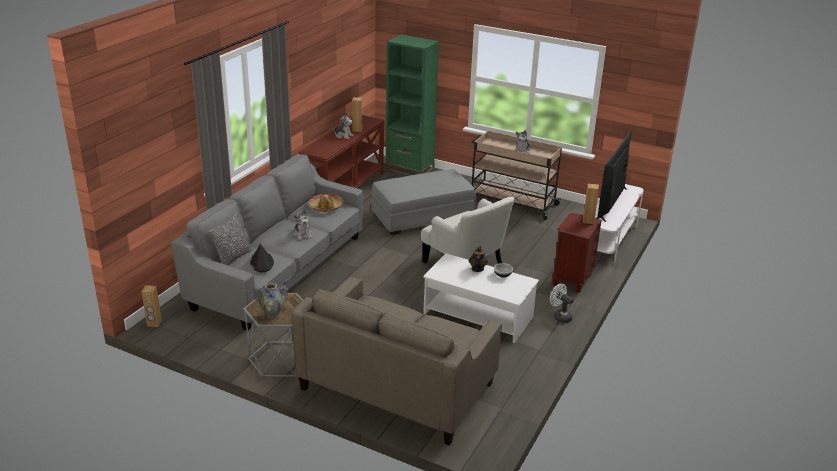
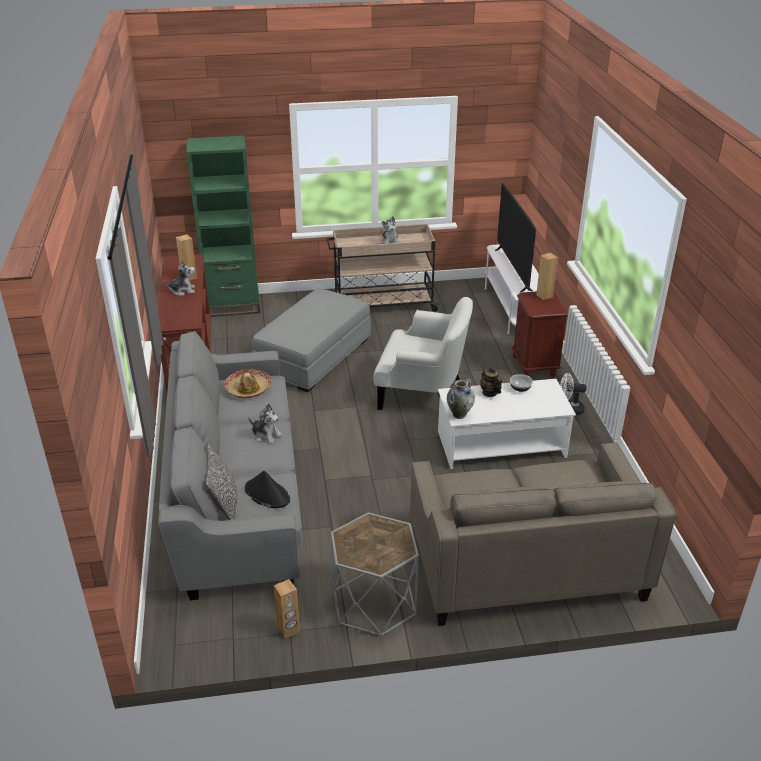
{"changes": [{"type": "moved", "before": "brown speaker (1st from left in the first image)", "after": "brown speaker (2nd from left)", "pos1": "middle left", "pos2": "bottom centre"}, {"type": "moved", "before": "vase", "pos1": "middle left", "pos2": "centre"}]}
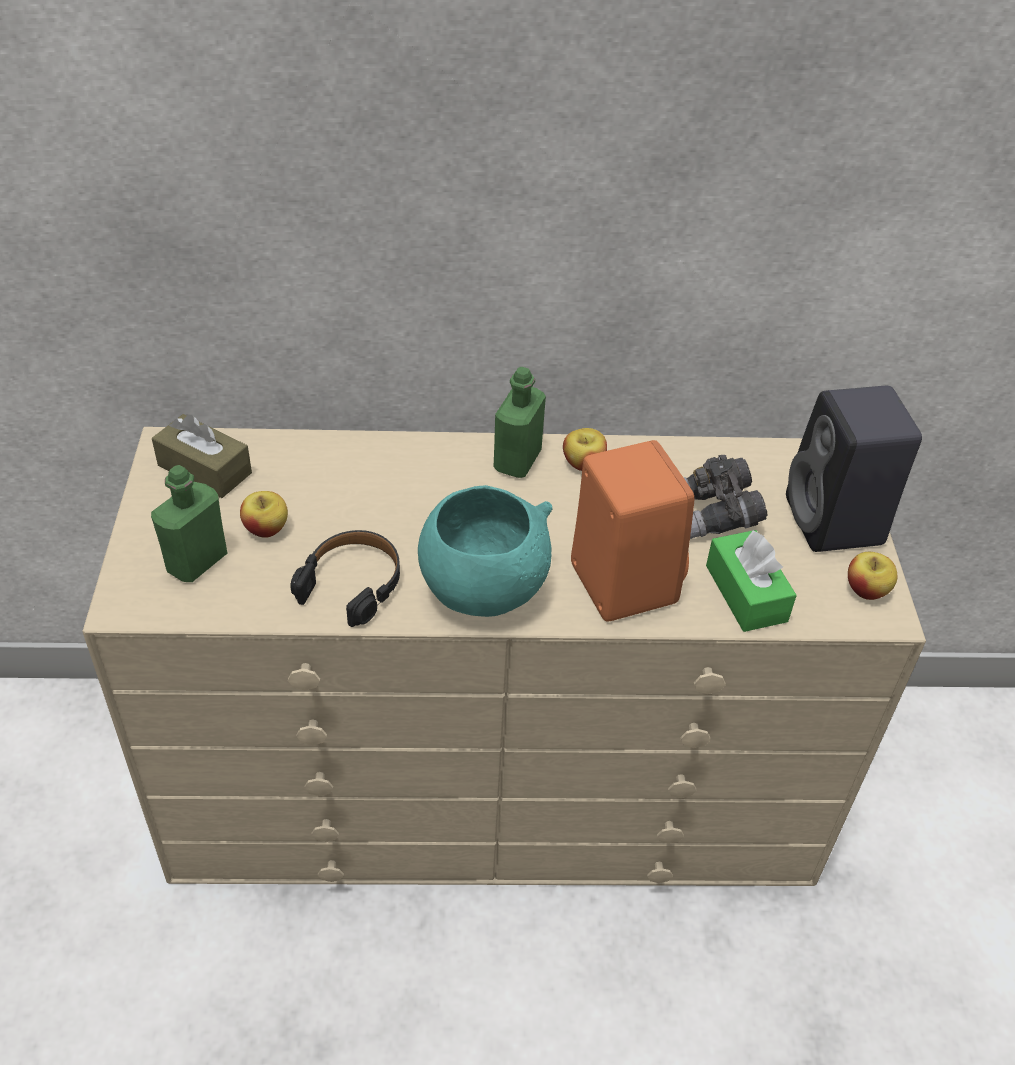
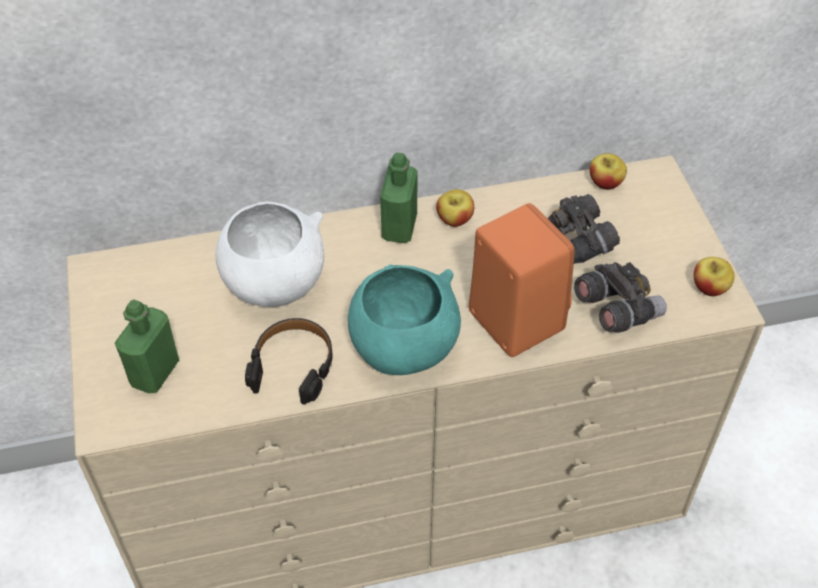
{"changes": [{"type": "added", "after": "white bowl", "pos2": "middle left"}, {"type": "replaced", "before": "green tissue box", "after": "grey binoculars (2nd from left)", "pos1": "middle right", "pos2": "middle right"}, {"type": "moved", "before": "apple (1st from left in the first image)", "after": "apple (2nd from left)", "pos1": "middle left", "pos2": "top right"}, {"type": "removed", "before": "brown tissue box", "pos1": "middle left"}, {"type": "removed", "before": "black speaker", "pos1": "middle right"}]}
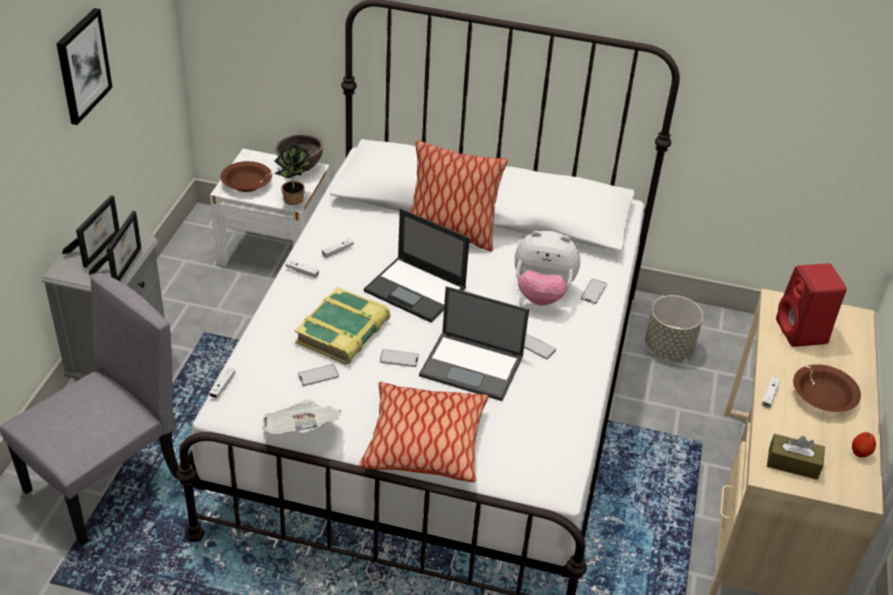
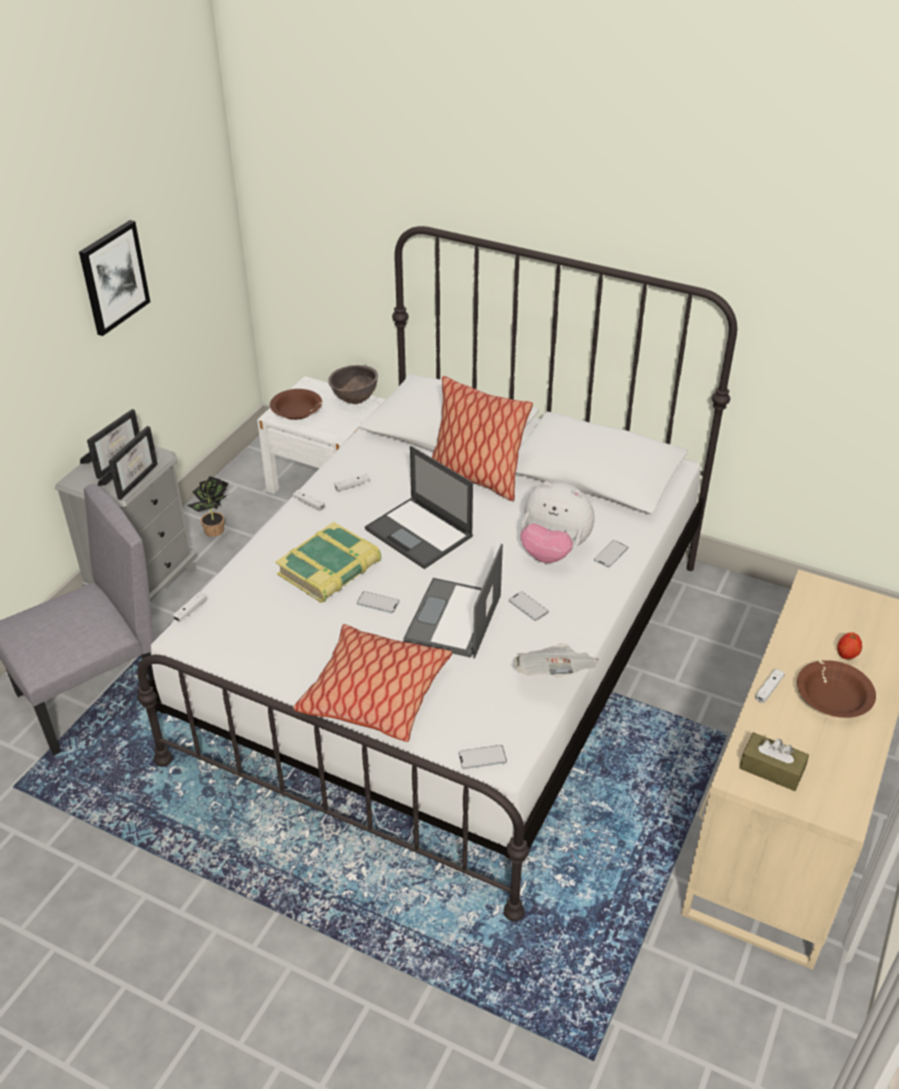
{"changes": [{"type": "moved", "before": "potted plant", "pos1": "top left", "pos2": "middle left"}, {"type": "turned", "before": "laptop (2nd from left)", "pos1": "centre", "pos2": "centre", "turn": 75}, {"type": "moved", "before": "phone (1st from left in the first image)", "after": "phone (2nd from left)", "pos1": "centre", "pos2": "bottom centre"}, {"type": "moved", "before": "newspaper", "pos1": "bottom centre", "pos2": "centre"}, {"type": "moved", "before": "apple", "pos1": "bottom right", "pos2": "middle right"}, {"type": "removed", "before": "grey planter", "pos1": "middle right"}, {"type": "removed", "before": "red speaker", "pos1": "middle right"}]}
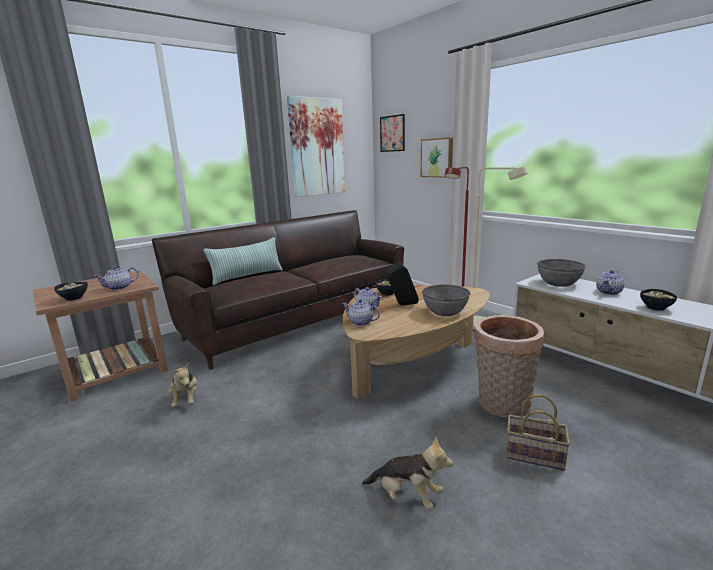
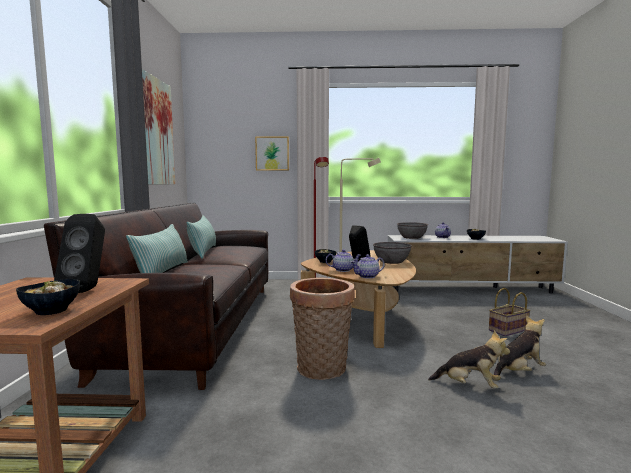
{"changes": [{"type": "replaced", "before": "teapot (1st from left)", "after": "black speaker (1st from left)", "pos1": "middle left", "pos2": "middle left"}, {"type": "added", "after": "pillow (2nd from left)", "pos2": "middle left"}, {"type": "moved", "before": "basket (1st from left)", "pos1": "middle right", "pos2": "bottom centre"}, {"type": "moved", "before": "plush toy (1st from left)", "pos1": "bottom left", "pos2": "bottom right"}, {"type": "removed", "before": "picture (2nd from left)", "pos1": "top centre"}]}
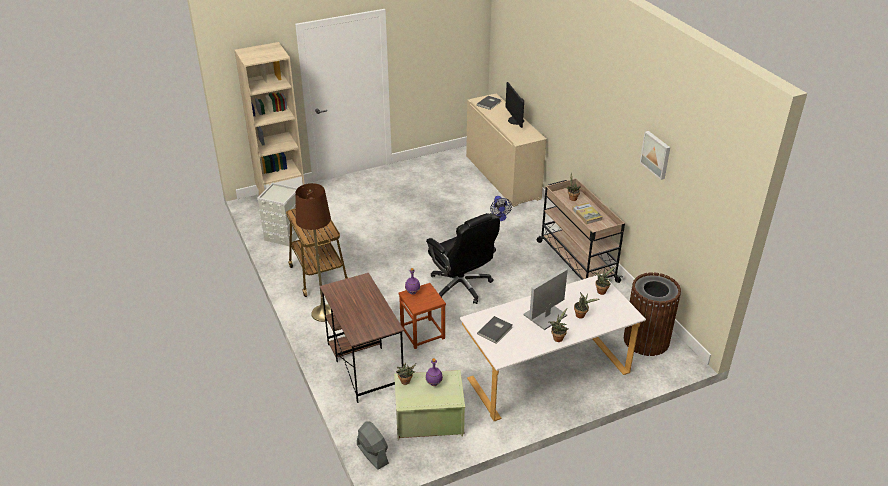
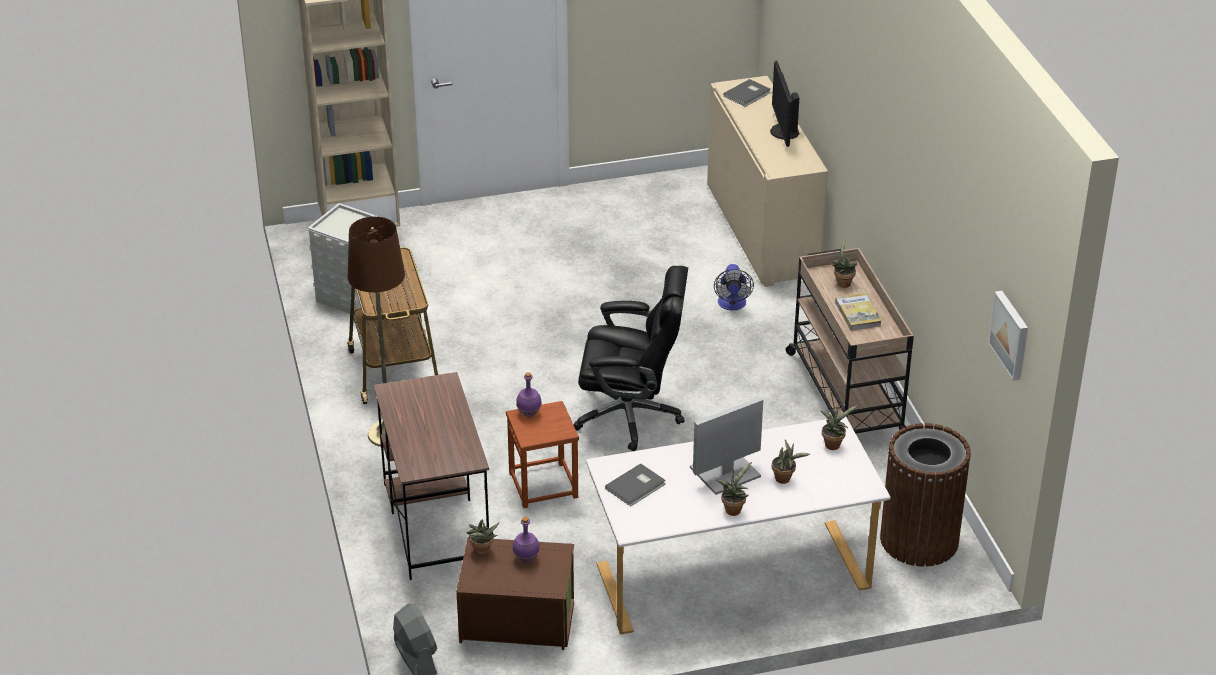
{"changes": [{"type": "recoloured", "before": "green storage box", "after": "brown storage box", "pos1": "bottom centre", "pos2": "bottom centre"}, {"type": "turned", "before": "black office chair", "pos1": "centre", "pos2": "centre", "turn": -60}, {"type": "moved", "before": "picture", "pos1": "top right", "pos2": "middle right"}]}
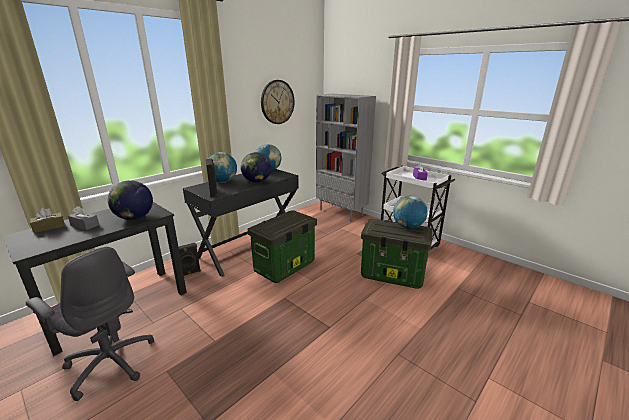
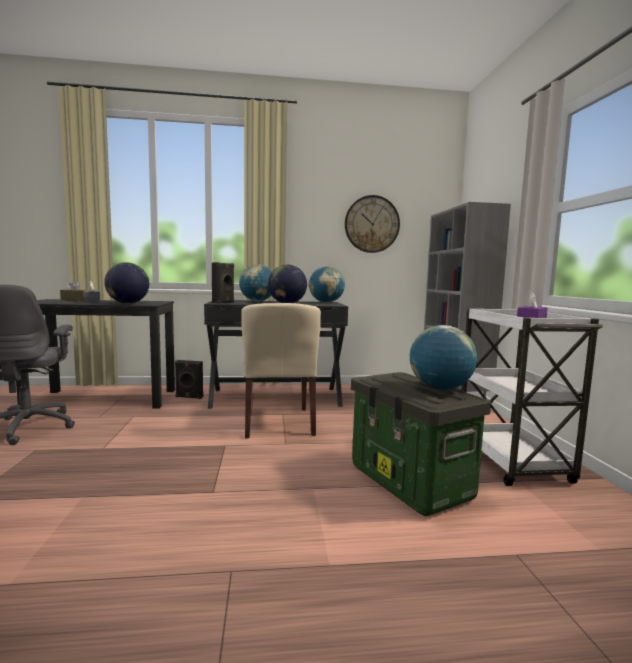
{"changes": [{"type": "replaced", "before": "storage box (1st from left)", "after": "beige chair", "pos1": "centre", "pos2": "centre"}]}
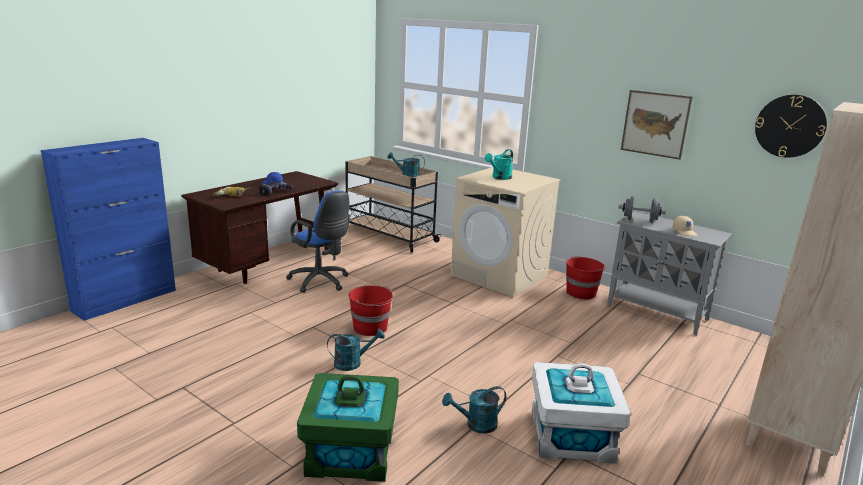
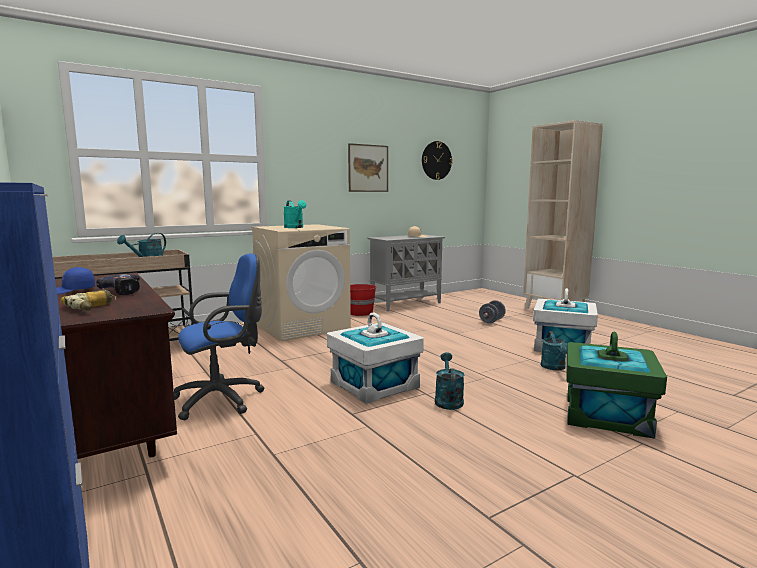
{"changes": [{"type": "replaced", "before": "red bucket (1st from left)", "after": "white storage box (1st from left)", "pos1": "centre", "pos2": "centre"}, {"type": "moved", "before": "grey dumbbell", "pos1": "middle right", "pos2": "centre"}]}
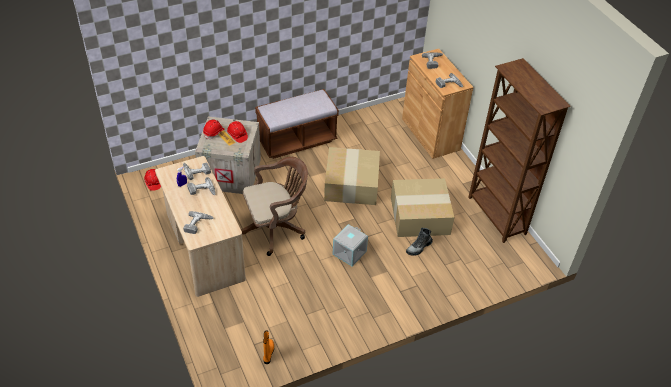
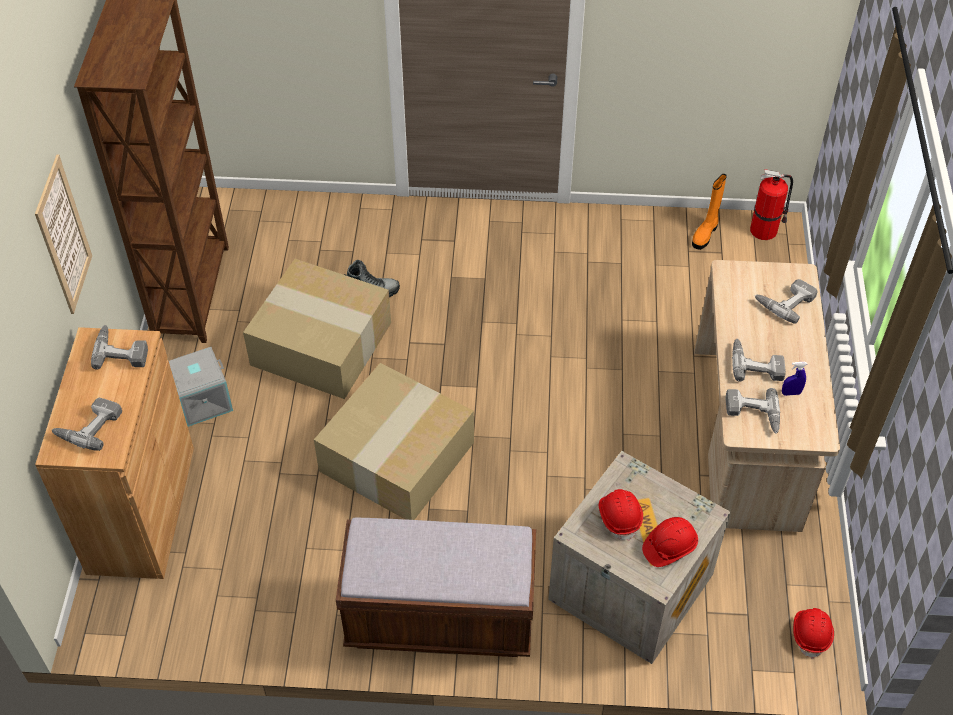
{"changes": [{"type": "added", "after": "picture", "pos2": "top left"}, {"type": "moved", "before": "grey storage box", "pos1": "centre", "pos2": "middle left"}, {"type": "added", "after": "fire extinguisher", "pos2": "top right"}, {"type": "removed", "before": "brown office chair", "pos1": "centre"}]}
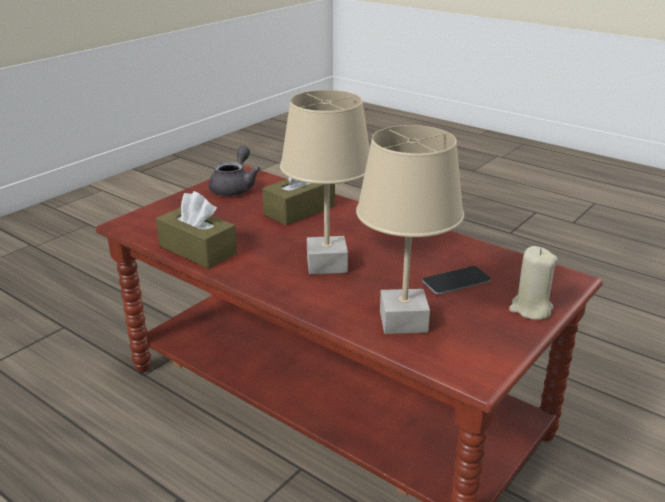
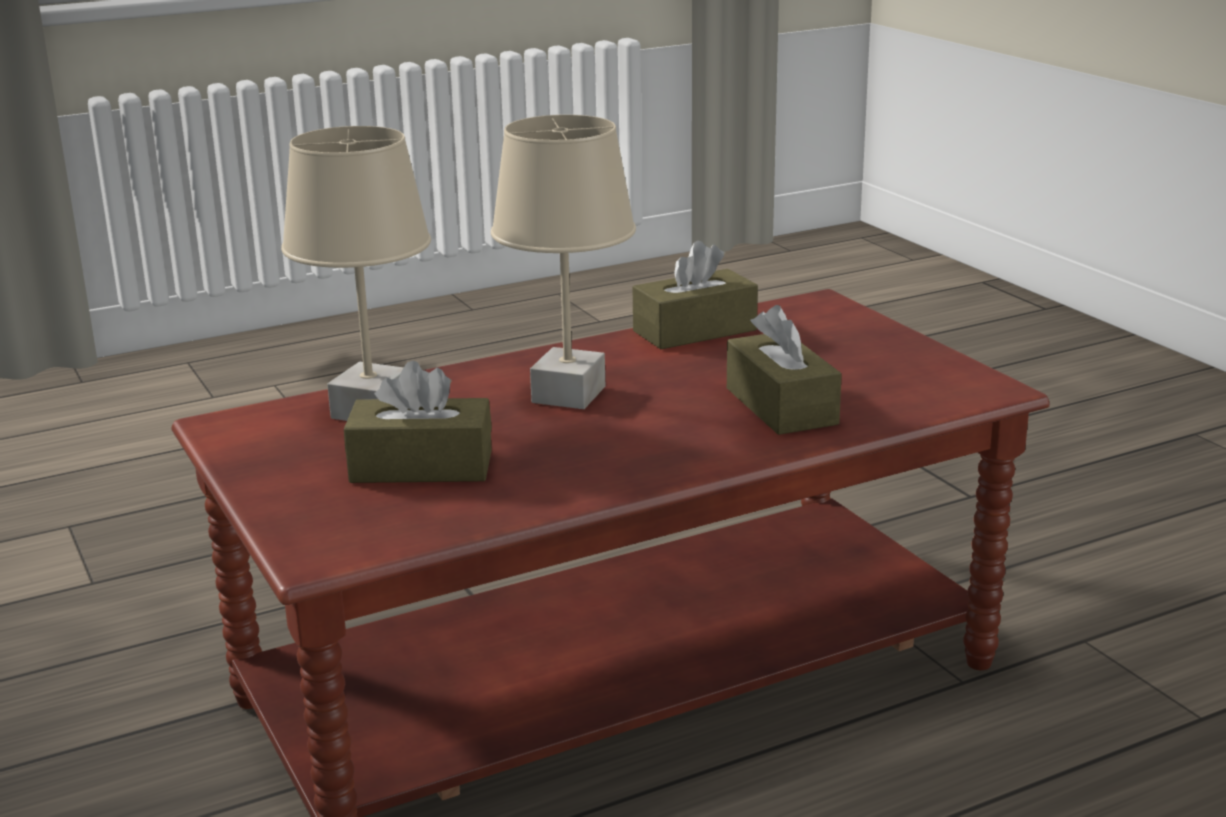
{"changes": [{"type": "replaced", "before": "phone", "after": "brown tissue box (1st from left)", "pos1": "middle right", "pos2": "centre"}, {"type": "removed", "before": "grey teapot", "pos1": "centre"}, {"type": "removed", "before": "beige candle", "pos1": "middle right"}]}
